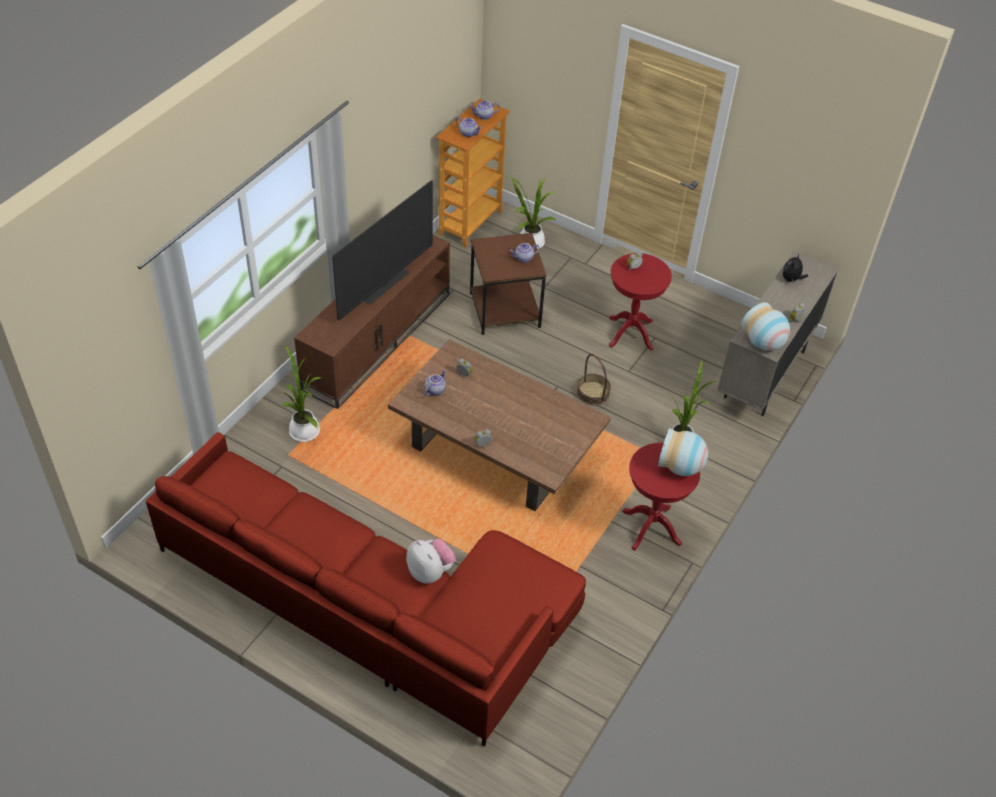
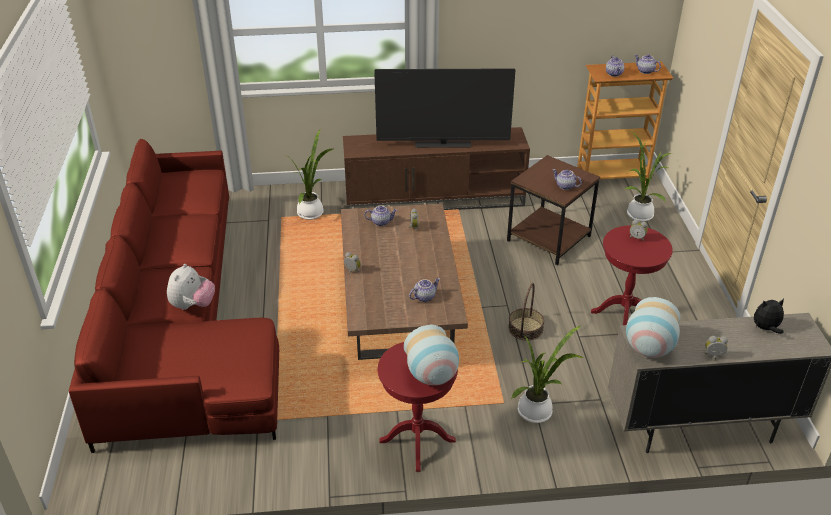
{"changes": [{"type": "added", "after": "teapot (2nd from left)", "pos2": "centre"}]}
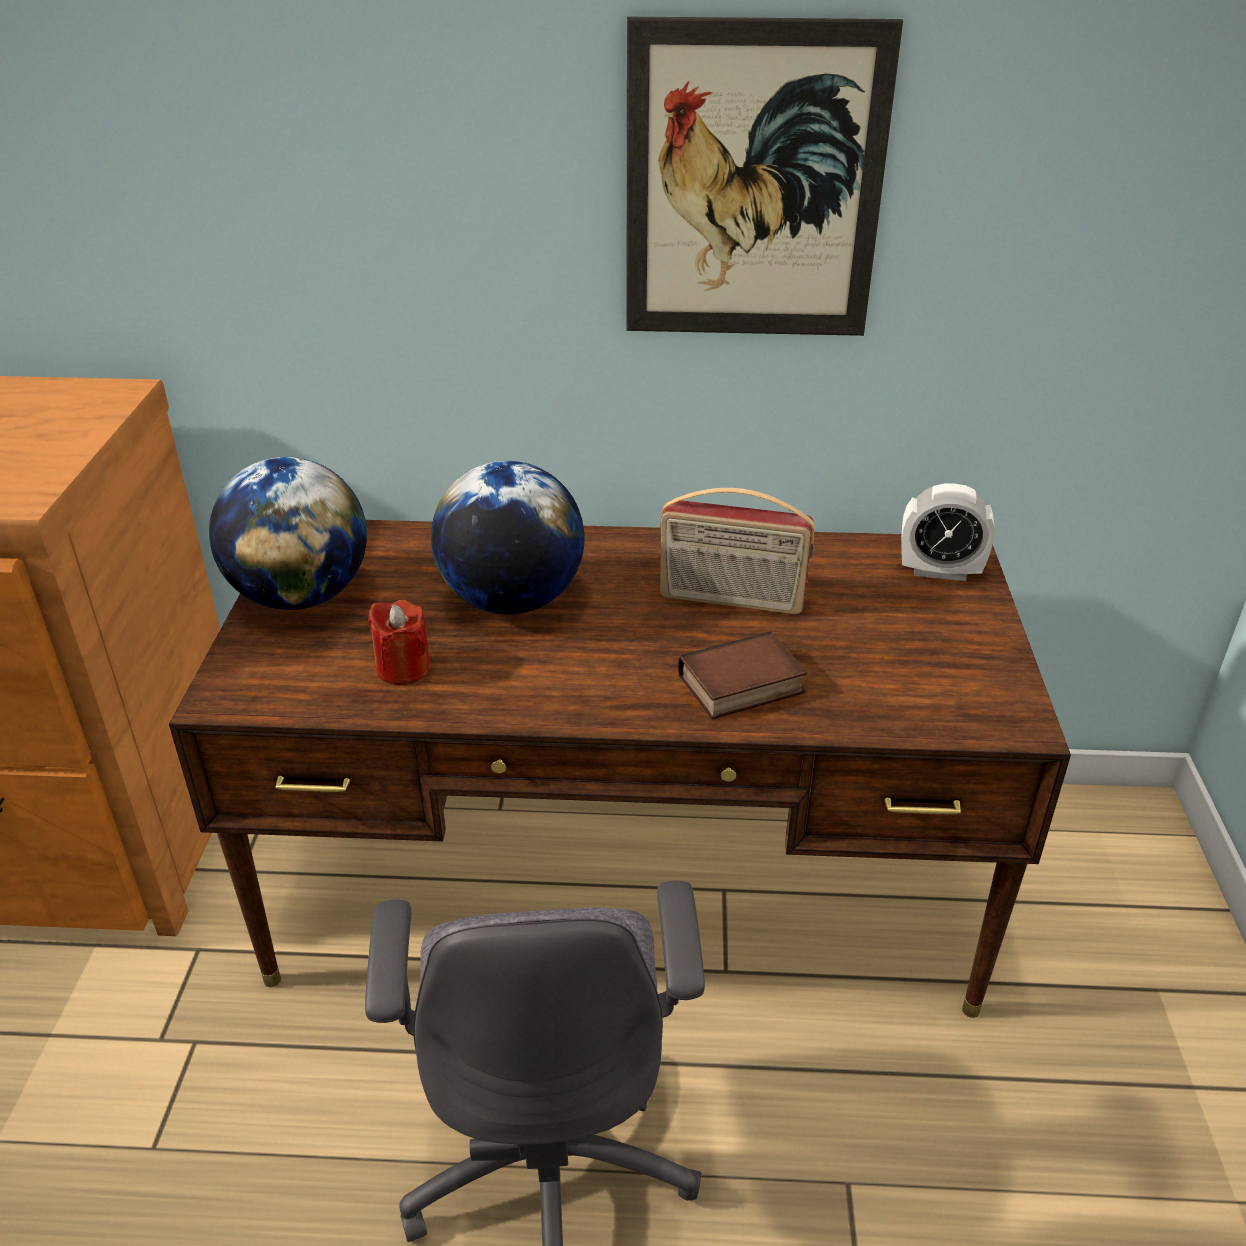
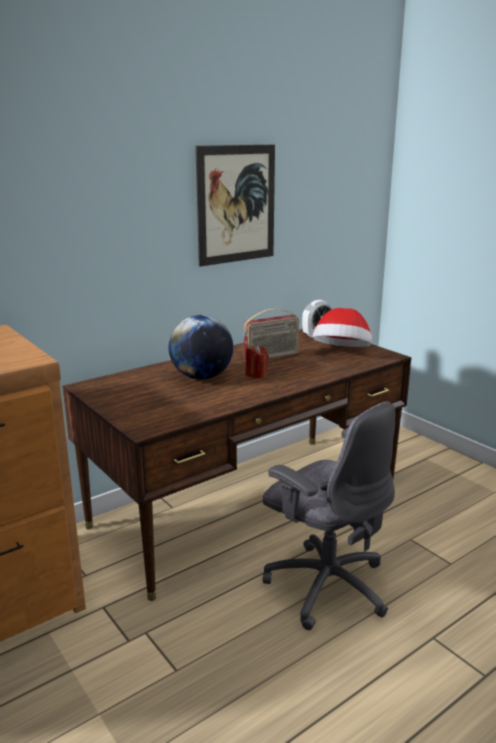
{"changes": [{"type": "moved", "before": "red candle", "pos1": "middle left", "pos2": "centre"}, {"type": "added", "after": "hat", "pos2": "middle right"}, {"type": "removed", "before": "globe (1st from left)", "pos1": "middle left"}, {"type": "removed", "before": "book", "pos1": "centre"}]}
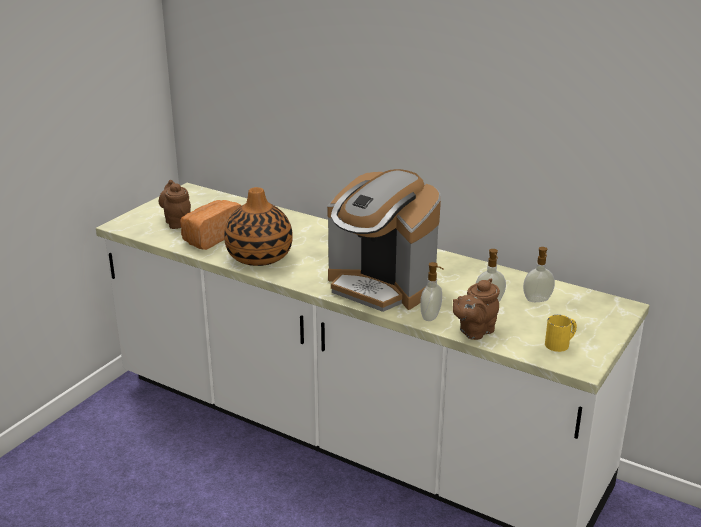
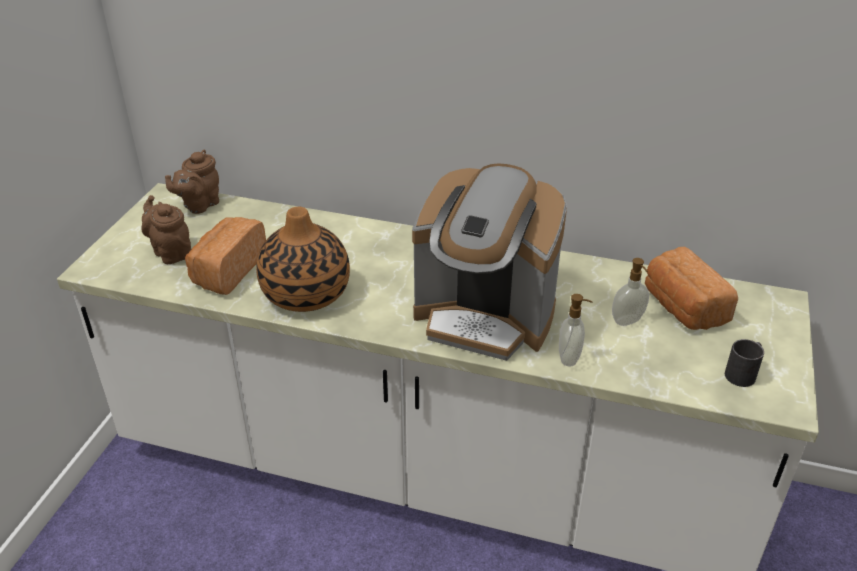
{"changes": [{"type": "moved", "before": "brown teapot (2nd from left)", "pos1": "middle right", "pos2": "top left"}, {"type": "replaced", "before": "soap dispenser (3rd from left)", "after": "bread (2nd from left)", "pos1": "middle right", "pos2": "middle right"}, {"type": "recoloured", "before": "yellow mug", "after": "black mug", "pos1": "middle right", "pos2": "middle right"}]}
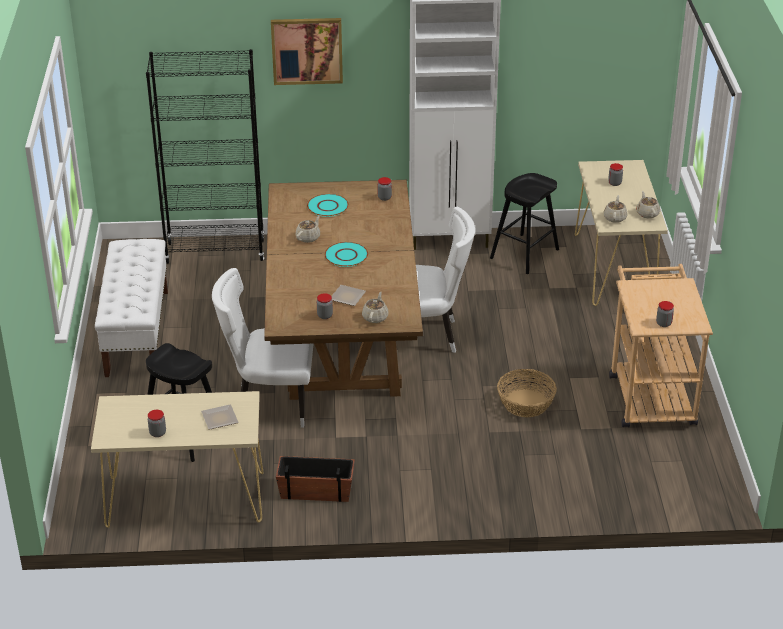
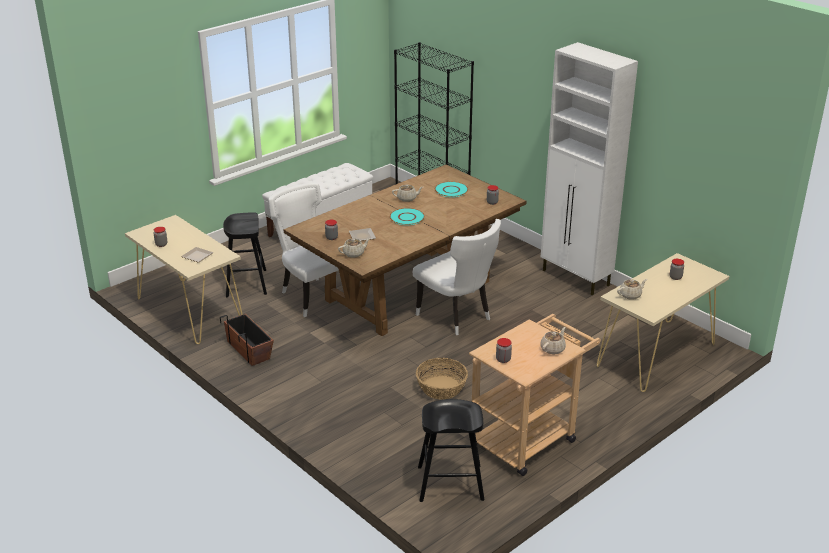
{"changes": [{"type": "moved", "before": "black stool (2nd from left)", "pos1": "middle right", "pos2": "bottom centre"}, {"type": "moved", "before": "beige teapot (4th from left in the first image)", "after": "beige teapot (3rd from left)", "pos1": "top right", "pos2": "middle right"}, {"type": "removed", "before": "picture", "pos1": "top centre"}]}
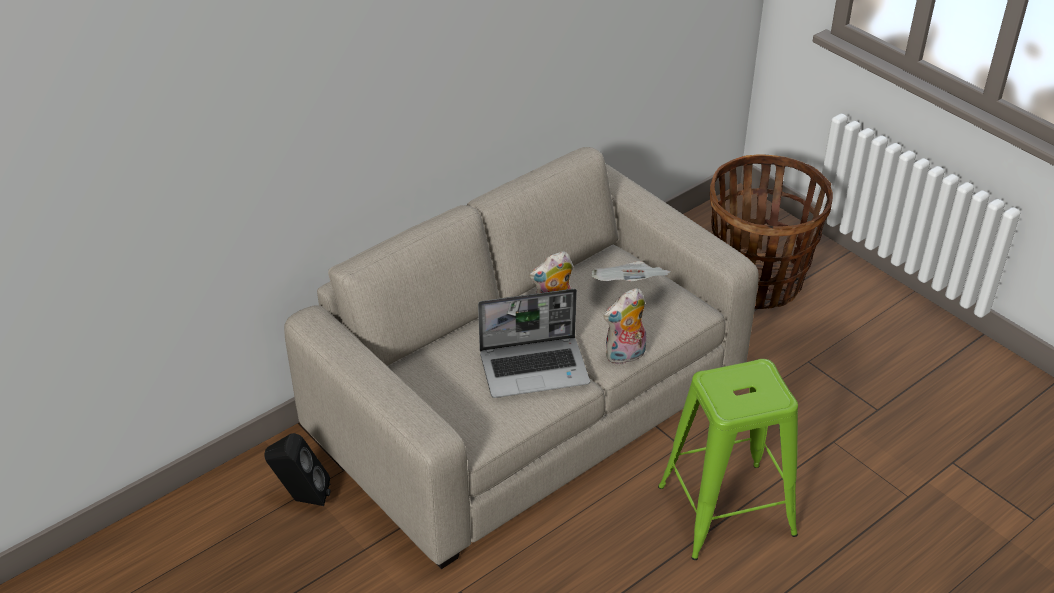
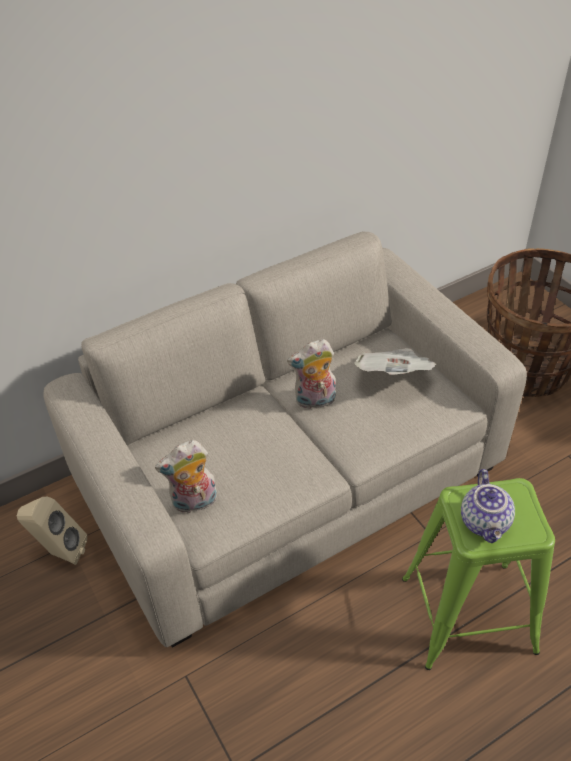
{"changes": [{"type": "recoloured", "before": "black speaker", "after": "beige speaker", "pos1": "bottom left", "pos2": "bottom left"}, {"type": "moved", "before": "plush toy (2nd from left in the first image)", "after": "plush toy (1st from left)", "pos1": "centre", "pos2": "middle left"}, {"type": "added", "after": "teapot", "pos2": "middle right"}, {"type": "removed", "before": "laptop", "pos1": "centre"}]}
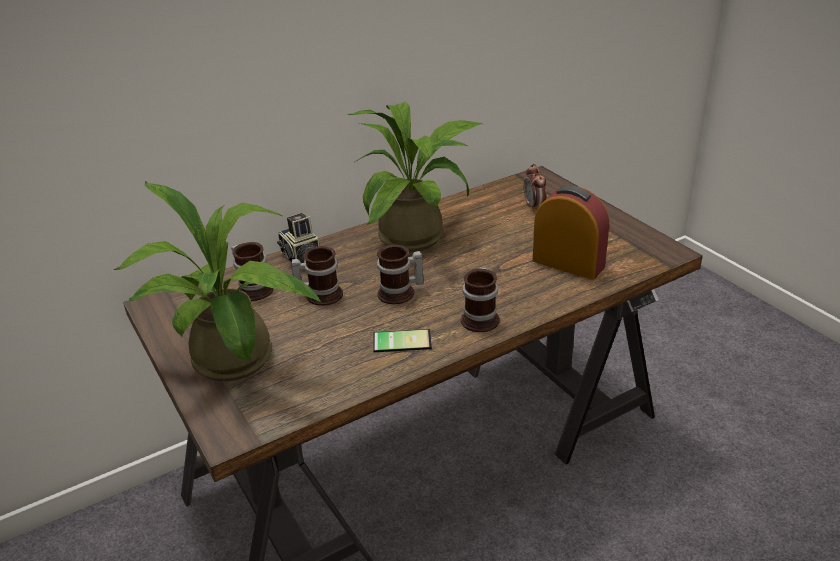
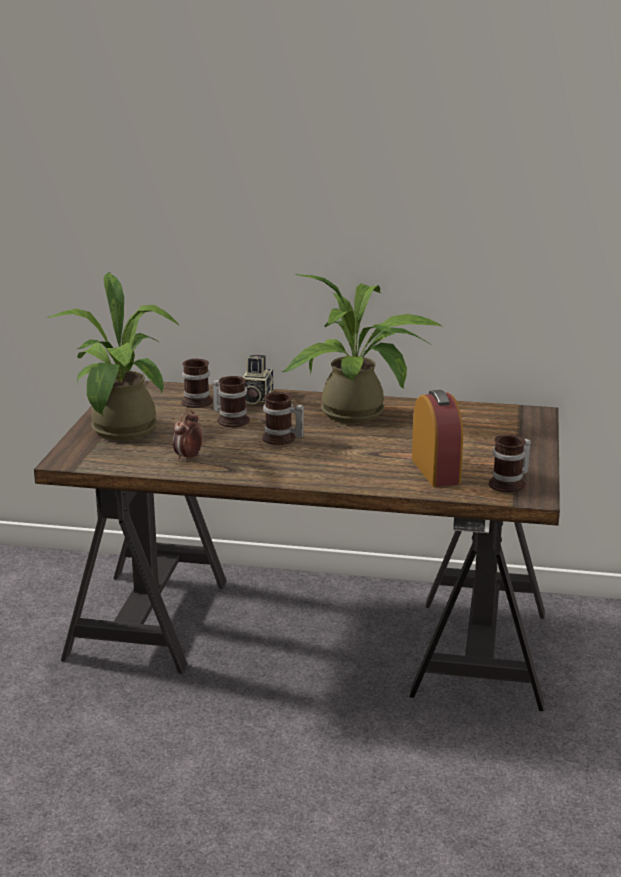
{"changes": [{"type": "moved", "before": "alarm clock (1st from left)", "pos1": "centre", "pos2": "middle left"}, {"type": "moved", "before": "mug (4th from left)", "pos1": "centre", "pos2": "middle right"}, {"type": "removed", "before": "phone", "pos1": "centre"}]}
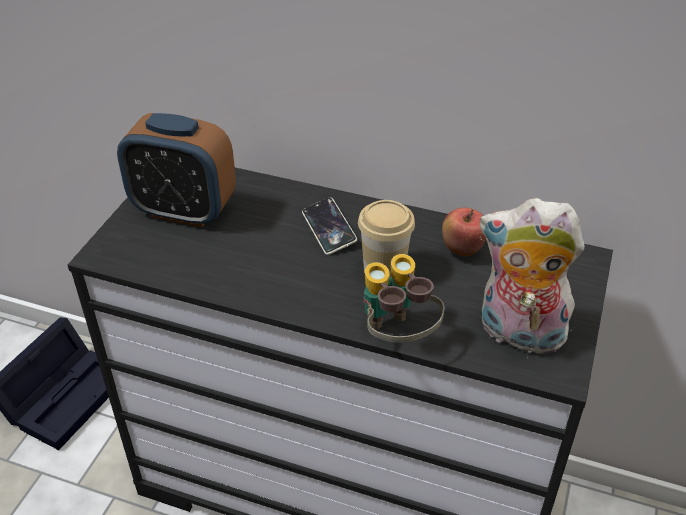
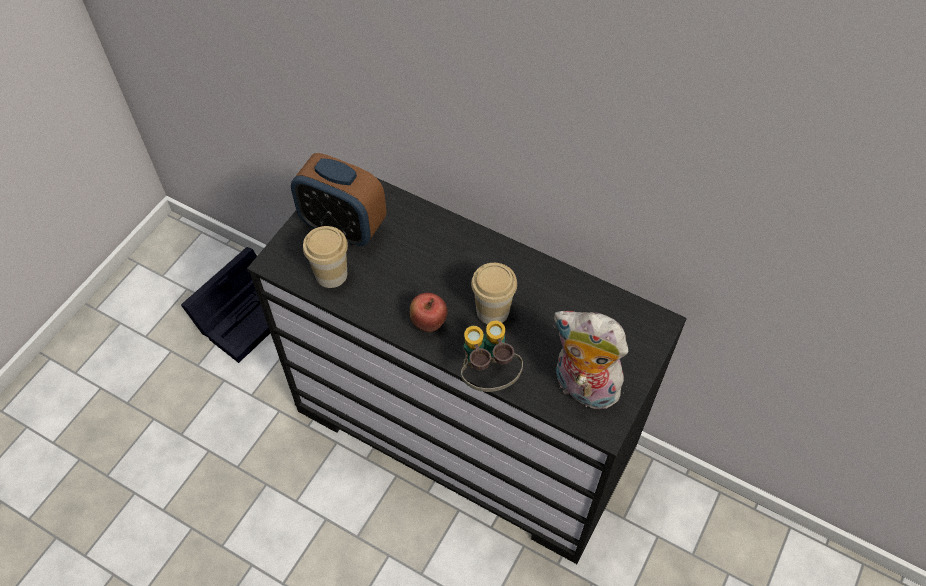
{"changes": [{"type": "added", "after": "cup (1st from left)", "pos2": "centre"}, {"type": "moved", "before": "apple", "pos1": "middle right", "pos2": "centre"}, {"type": "removed", "before": "phone", "pos1": "centre"}]}
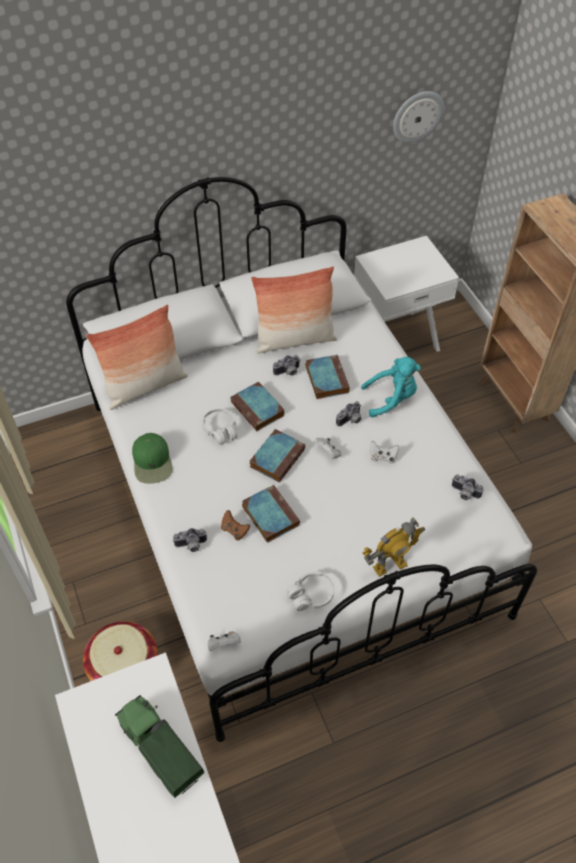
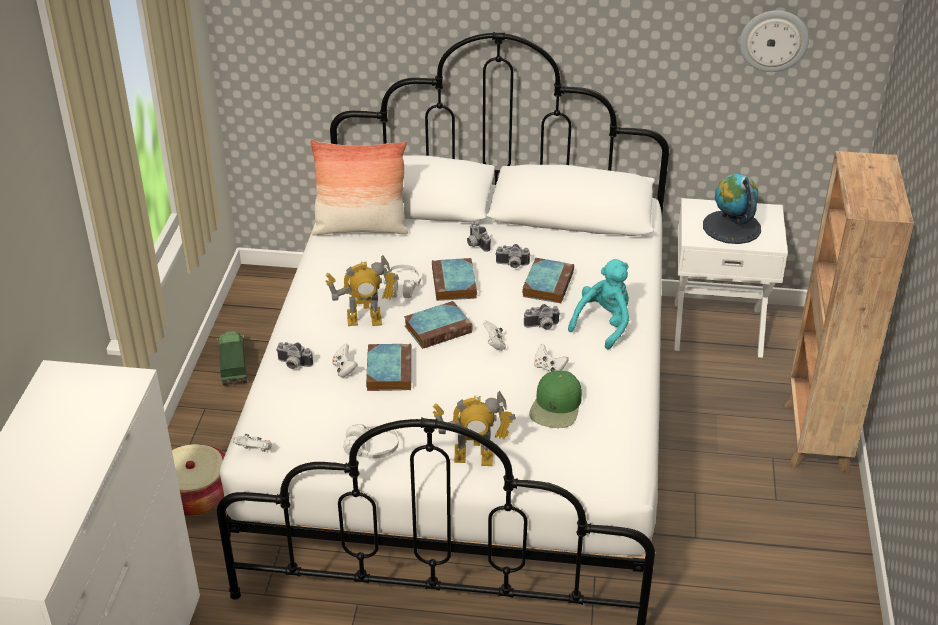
{"changes": [{"type": "moved", "before": "toy truck", "pos1": "bottom left", "pos2": "middle left"}, {"type": "added", "after": "toy robot (1st from left)", "pos2": "centre"}, {"type": "recoloured", "before": "brown game controller", "after": "white game controller (2nd from left)", "pos1": "centre", "pos2": "centre"}, {"type": "moved", "before": "photo camera (4th from left in the first image)", "after": "photo camera (2nd from left)", "pos1": "middle right", "pos2": "centre"}, {"type": "moved", "before": "green cap", "pos1": "middle left", "pos2": "centre"}, {"type": "turned", "before": "turquoise plush toy", "pos1": "middle right", "pos2": "centre", "turn": -75}, {"type": "added", "after": "globe", "pos2": "middle right"}, {"type": "removed", "before": "pillow (2nd from left)", "pos1": "centre"}]}
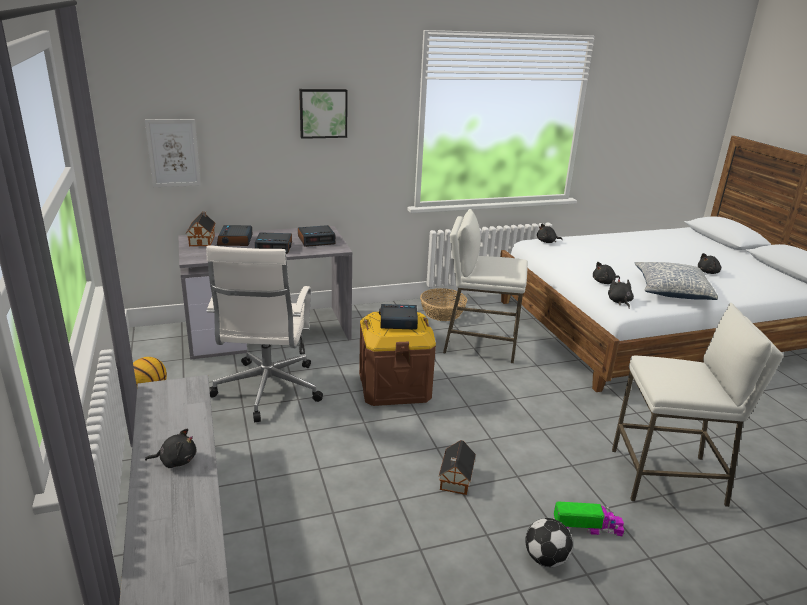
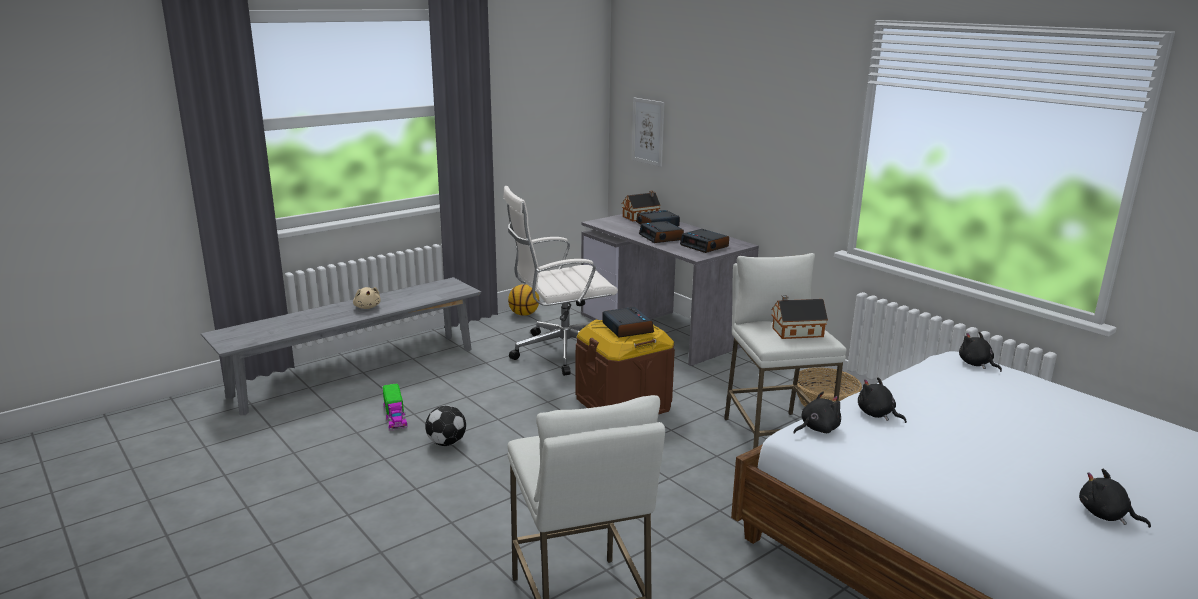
{"changes": [{"type": "recoloured", "before": "black plush toy (1st from left)", "after": "beige plush toy", "pos1": "bottom left", "pos2": "middle left"}, {"type": "moved", "before": "toy truck", "pos1": "bottom right", "pos2": "bottom left"}, {"type": "moved", "before": "football", "pos1": "bottom right", "pos2": "bottom centre"}, {"type": "moved", "before": "toy house (2nd from left)", "pos1": "bottom centre", "pos2": "middle right"}, {"type": "removed", "before": "picture (2nd from left)", "pos1": "top centre"}, {"type": "removed", "before": "pillow", "pos1": "middle right"}]}
